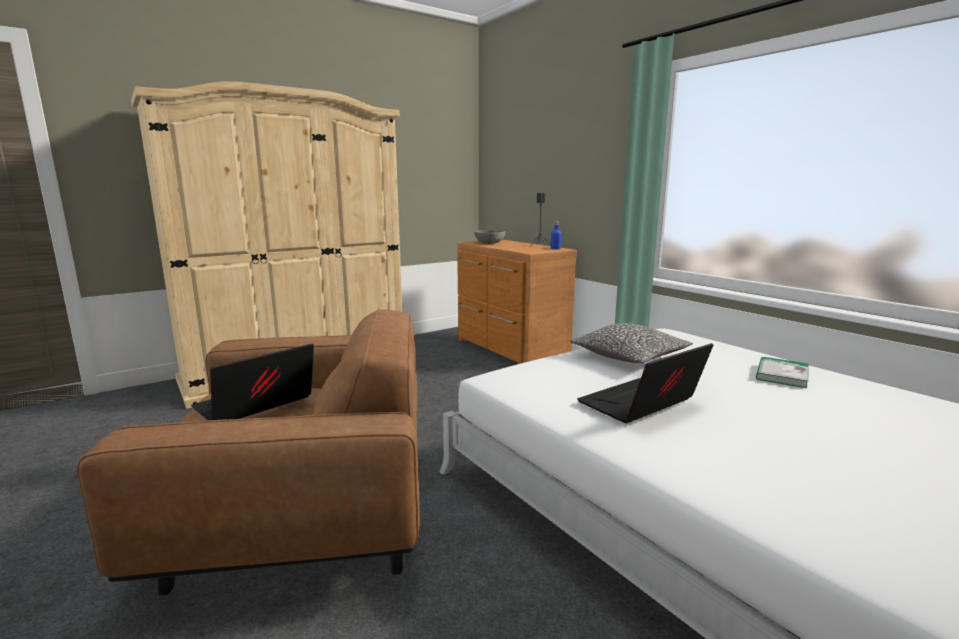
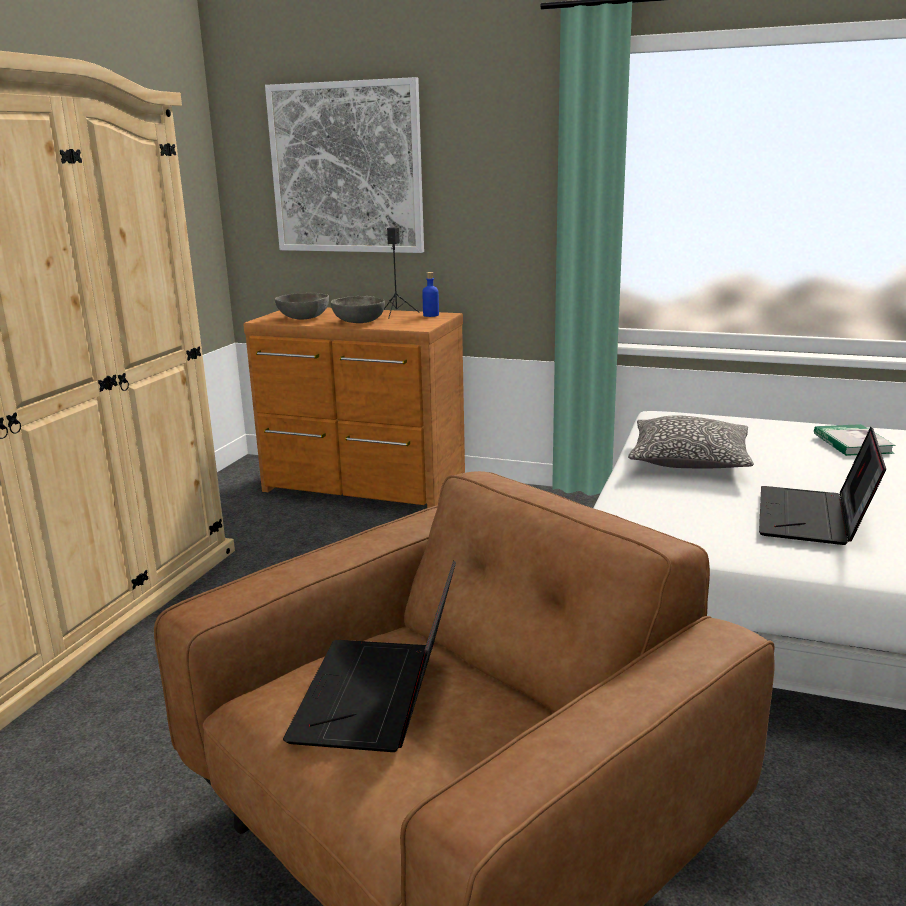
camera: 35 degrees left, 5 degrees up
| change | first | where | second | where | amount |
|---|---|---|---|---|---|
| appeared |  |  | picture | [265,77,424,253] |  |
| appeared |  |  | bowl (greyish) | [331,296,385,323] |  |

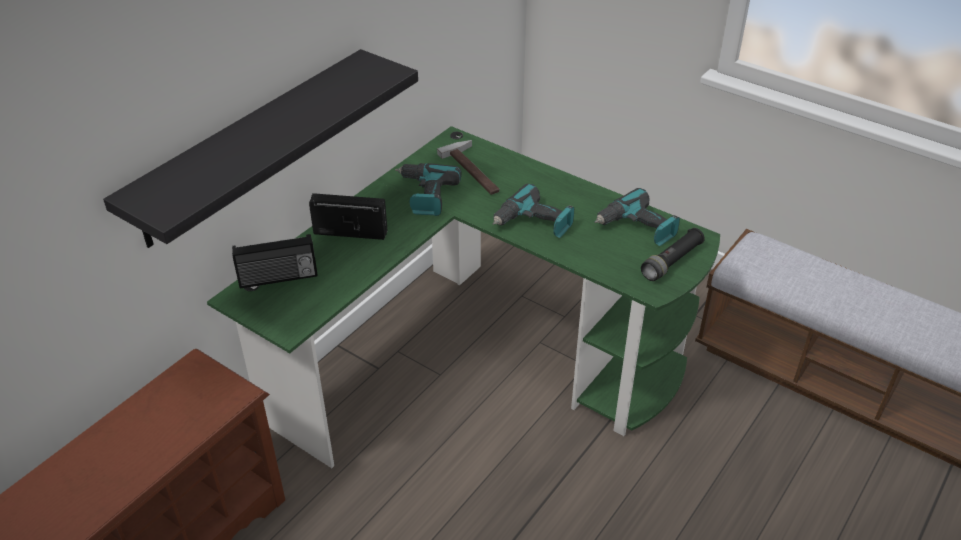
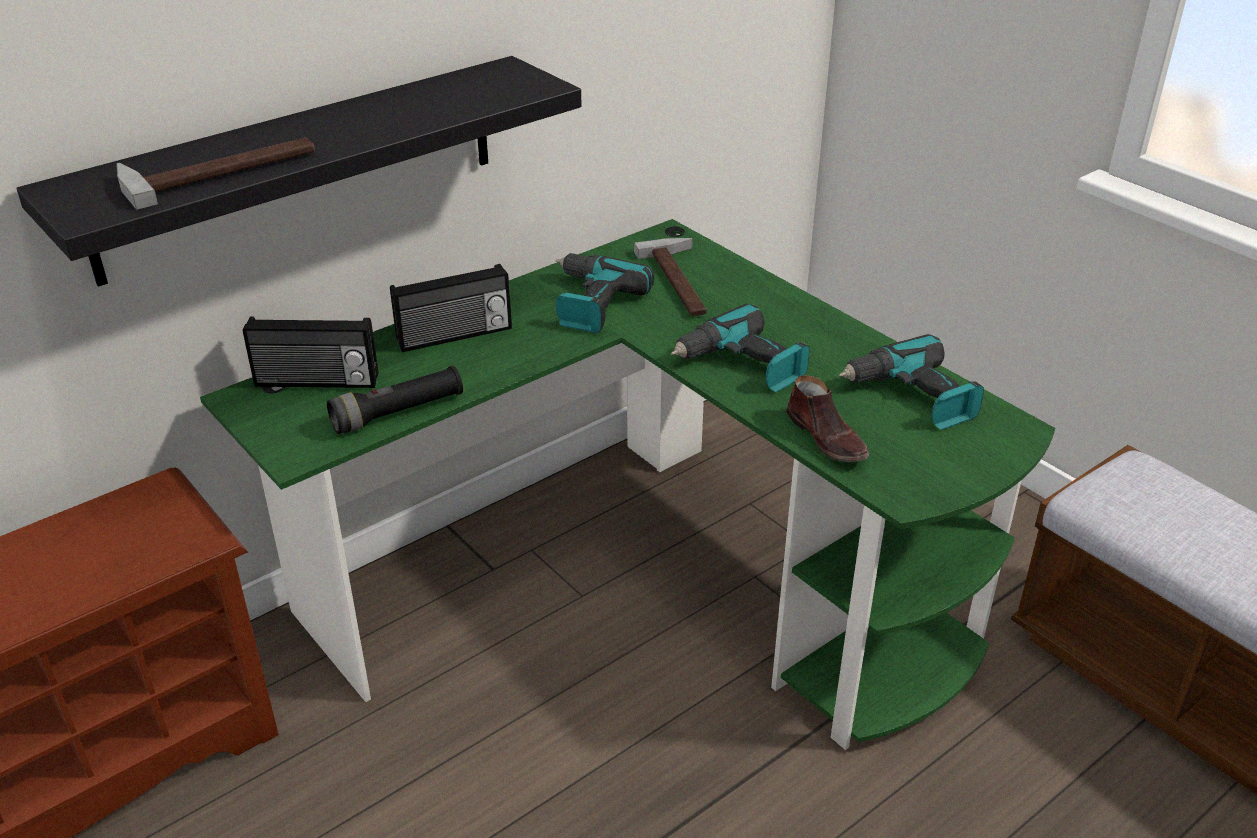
camera: 15 degrees right, 5 degrees down
| change | first | where | second | where | amount |
|---|---|---|---|---|---|
| appeared |  |  | hammer | [117,138,315,210] |  |
| appeared |  |  | item of footwear (brownish) | [786,375,869,462] |  |
| relocated | hand torch (blackish) | [641,228,705,281] |  | [327,365,463,434] |  |
| spun | radio set | [309,193,387,240] |  | [390,264,512,352] | 135 degrees clockwise |

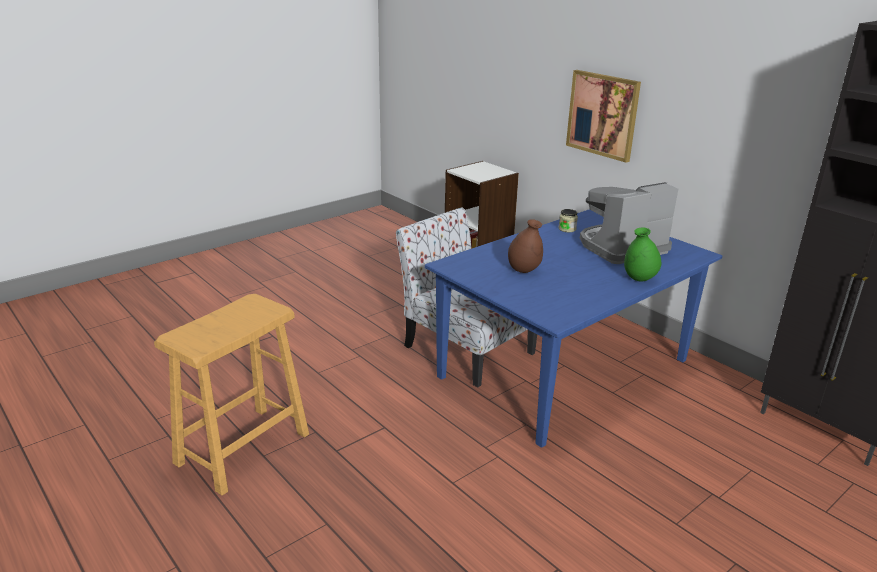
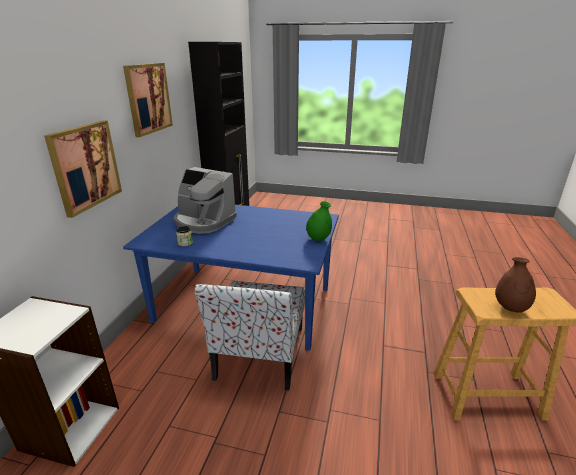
camera: 125 degrees left, 0 degrees up
| change | first | where | second | where | amount |
|---|---|---|---|---|---|
| appeared |  |  | picture | [123,63,173,137] |  |
| relocated | flower vase (brownish) | [508,219,543,273] |  | [495,257,536,313] |  |
| relocated | flower vase (green) | [624,227,661,282] |  | [306,201,332,241] |  |

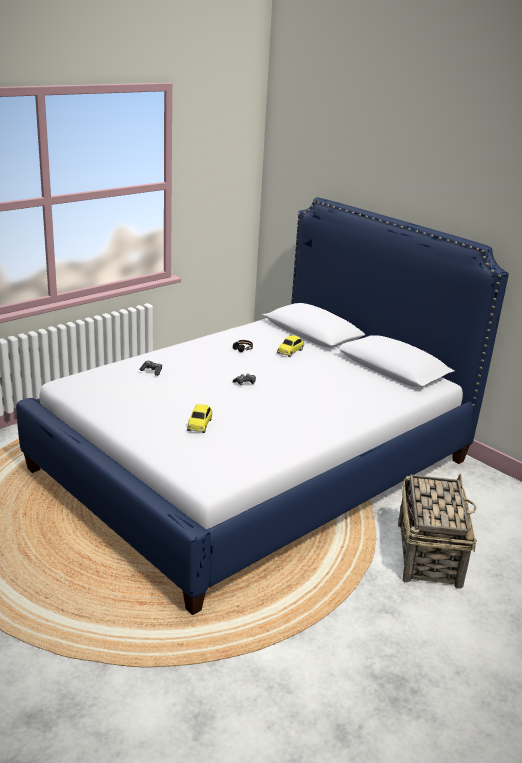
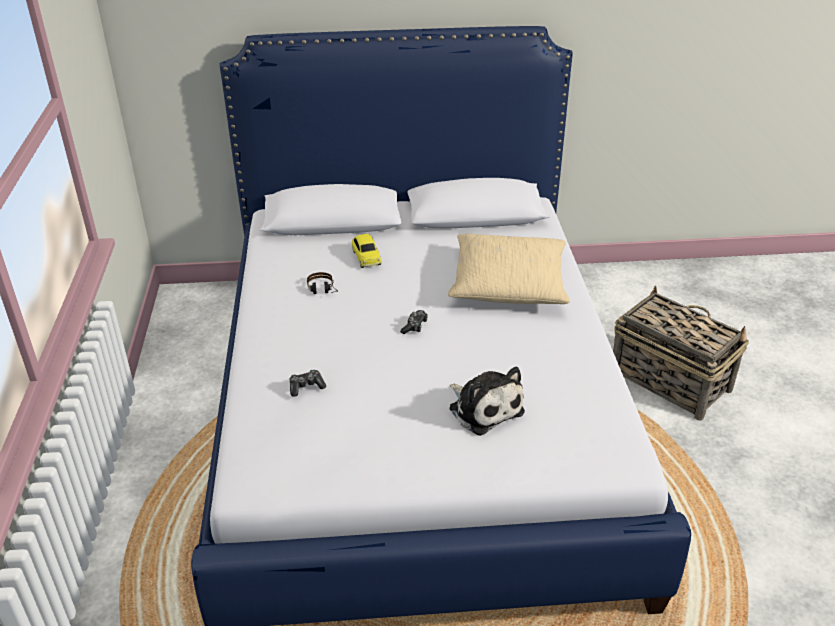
camera: 50 degrees left, 10 degrees up
| change | first | where | second | where | amount |
|---|---|---|---|---|---|
| appeared |  |  | throw pillow (beige-coloured) | [448,234,570,304] |  |
| exchanged | model car | [187,404,212,433] | cuddly toy | [449,367,525,436] |  |

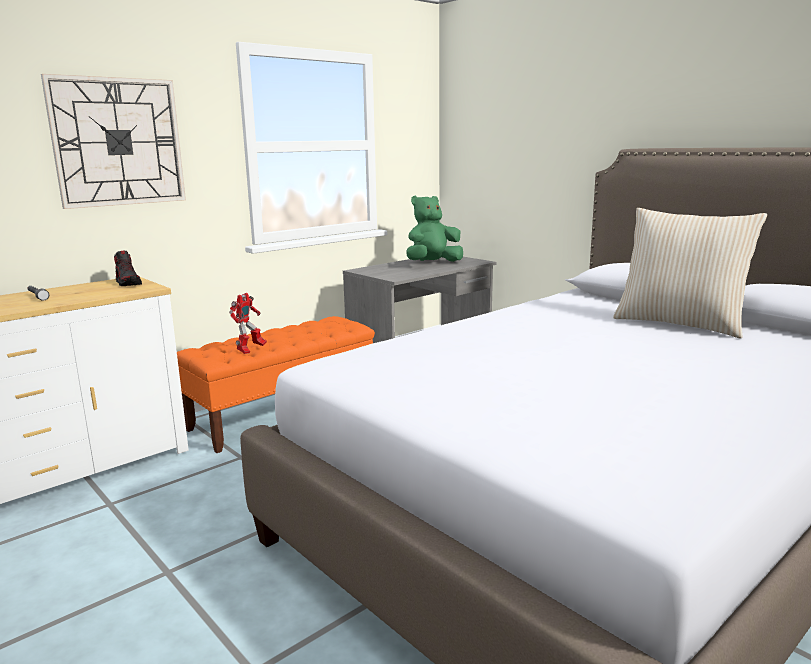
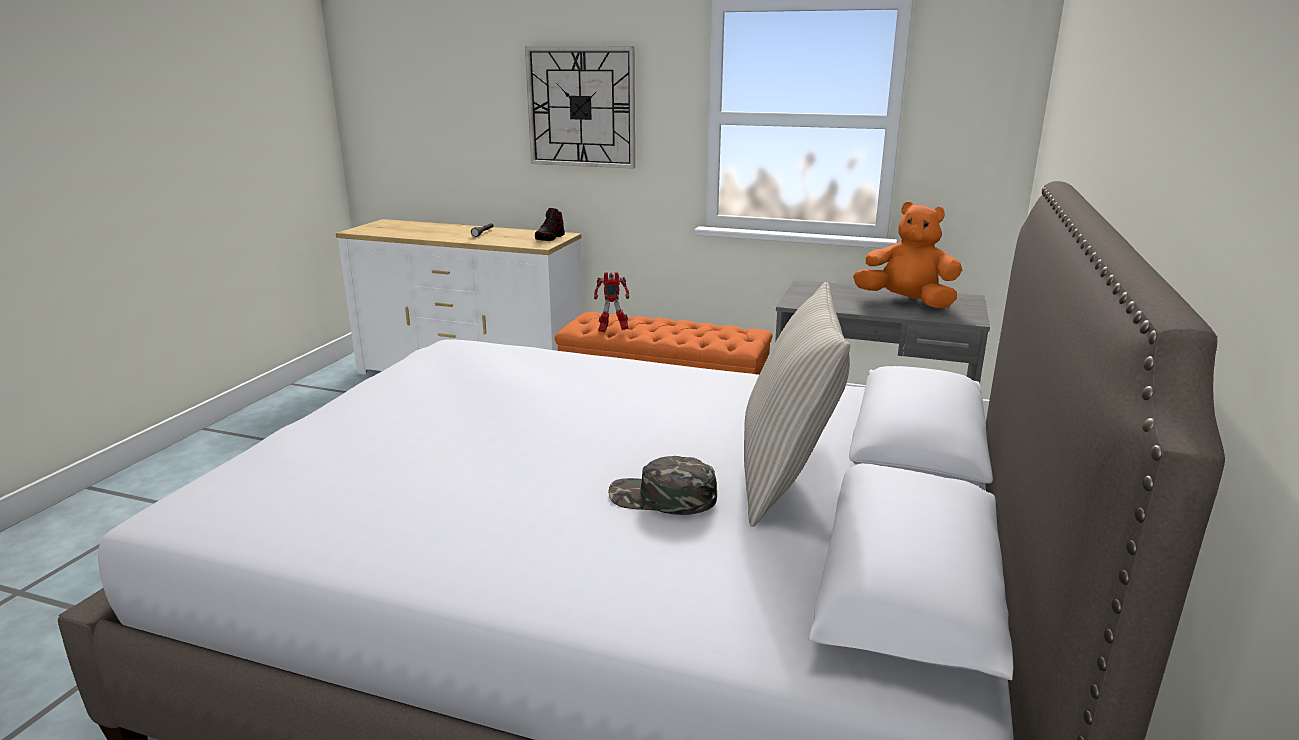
camera: 60 degrees right, 5 degrees up
| change | first | where | second | where | amount |
|---|---|---|---|---|---|
| appeared |  |  | peaked cap (green) | [608,456,717,515] |  |
| colour | cuddly toy (green) | [407,196,463,262] | cuddly toy (orange-coloured) | [853,201,962,308] |  |

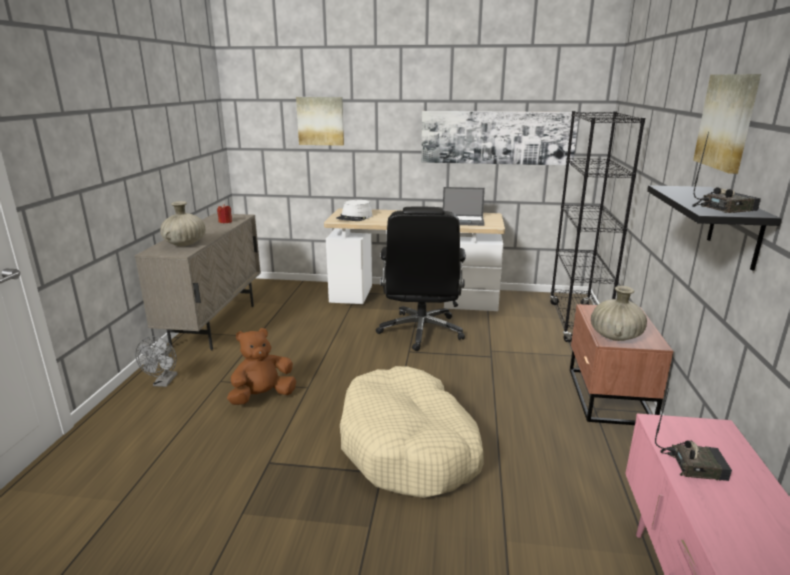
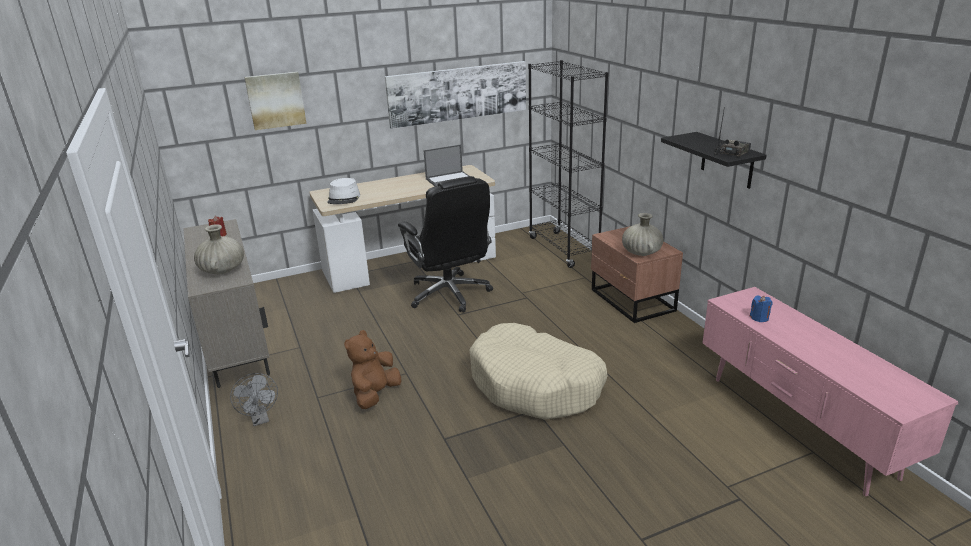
camera: 30 degrees left, 5 degrees up
| change | first | where | second | where | amount |
|---|---|---|---|---|---|
| missing | picture | [693,74,761,174] |  |  |  |
| exchanged | radio set | [655,389,732,481] | candle (blue-coloured) | [750,296,773,322] |  |

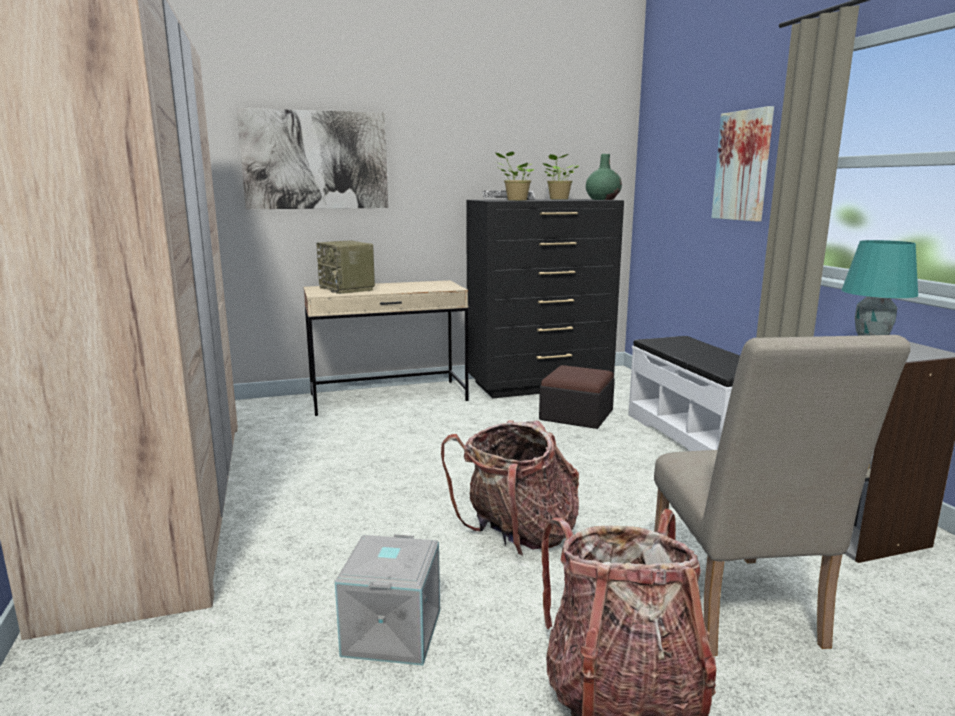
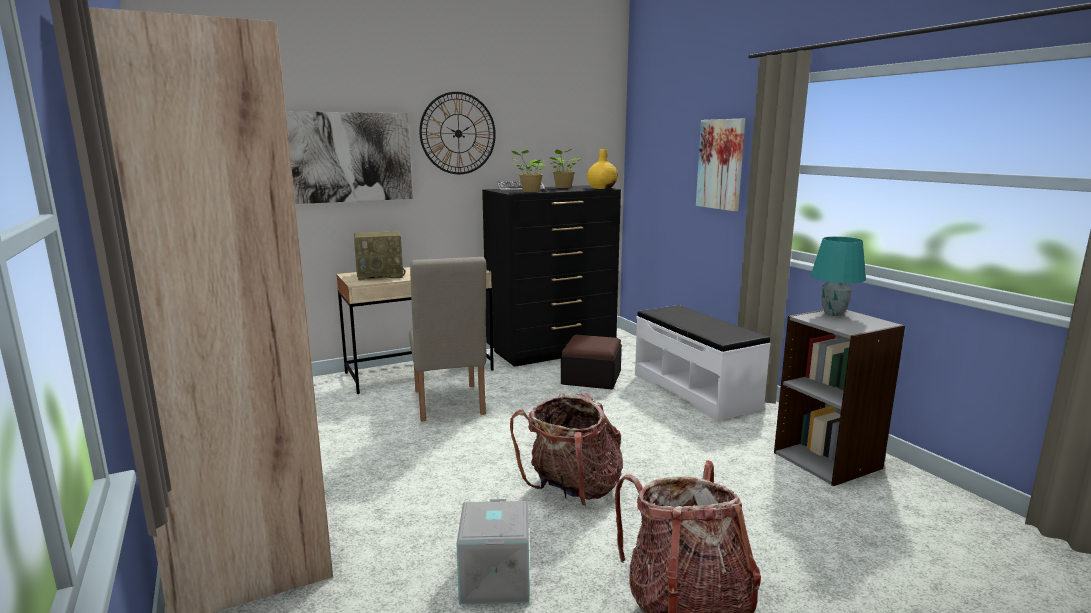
camera: 10 degrees left, 0 degrees up
| change | first | where | second | where | amount |
|---|---|---|---|---|---|
| appeared |  |  | wall clock | [419,92,496,174] |  |
| relocated | plain chair (beige-coloured) | [654,335,911,656] |  | [409,257,486,422] |  |
| colour | flower vase (green) | [586,154,622,200] | flower vase (yellow-coloured) | [587,149,618,189] |  |
| spun | radio set | [316,241,375,294] |  | [354,231,405,281] | 60 degrees counterclockwise |

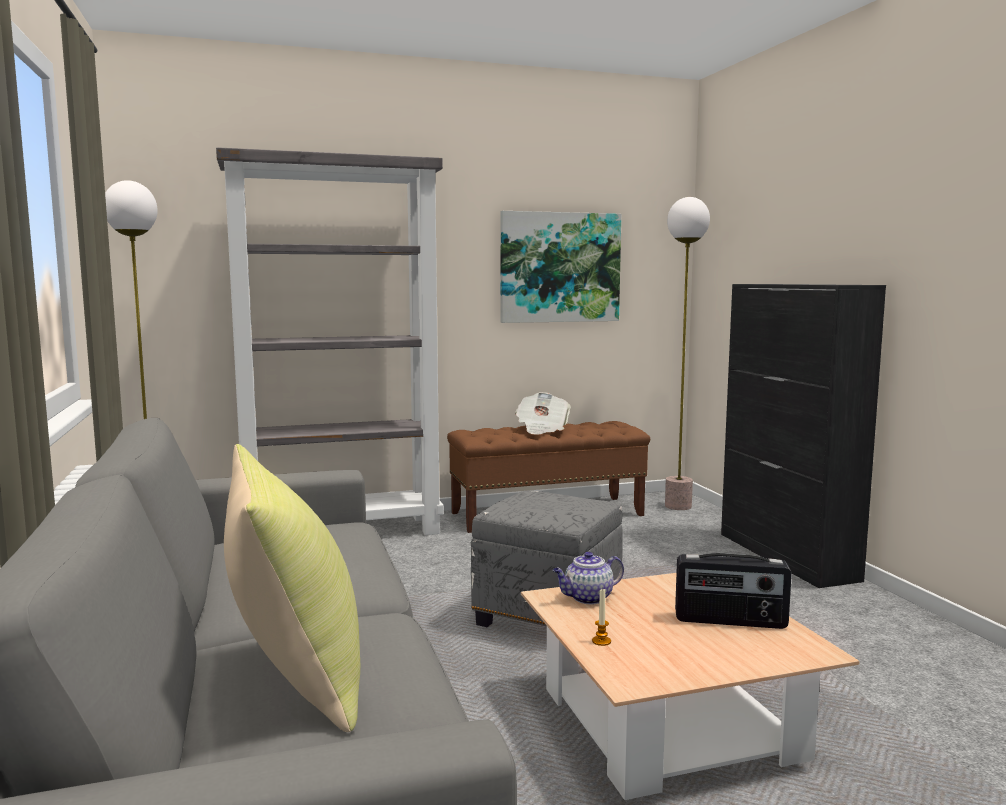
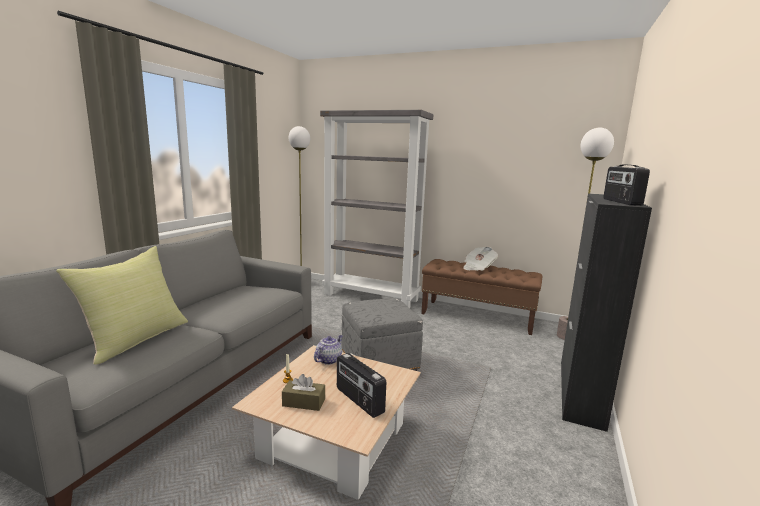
camera: 40 degrees right, 5 degrees up
| change | first | where | second | where | amount |
|---|---|---|---|---|---|
| missing | picture | [501,211,621,323] |  |  |  |
| appeared |  |  | tissue box (brownish) | [282,374,325,411] |  |
| appeared |  |  | radio set | [603,164,650,206] |  |
| spun | tea pot | [553,552,624,605] |  | [314,335,343,365] | 105 degrees clockwise |

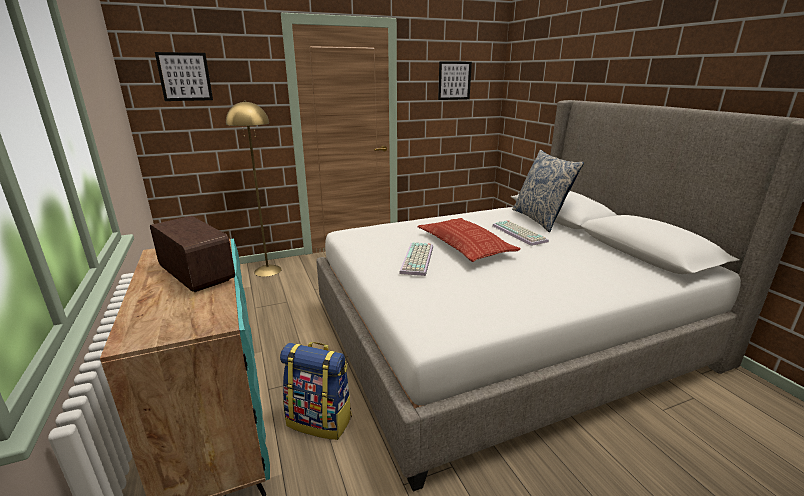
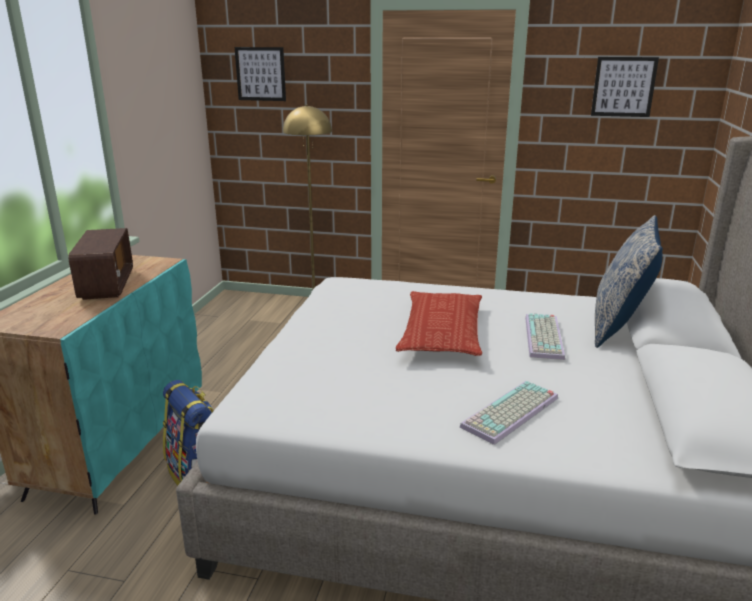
camera: 35 degrees right, 0 degrees up
| change | first | where | second | where | amount |
|---|---|---|---|---|---|
| relocated | PC keyboard | [399,242,433,276] |  | [459,381,558,445] |  |

